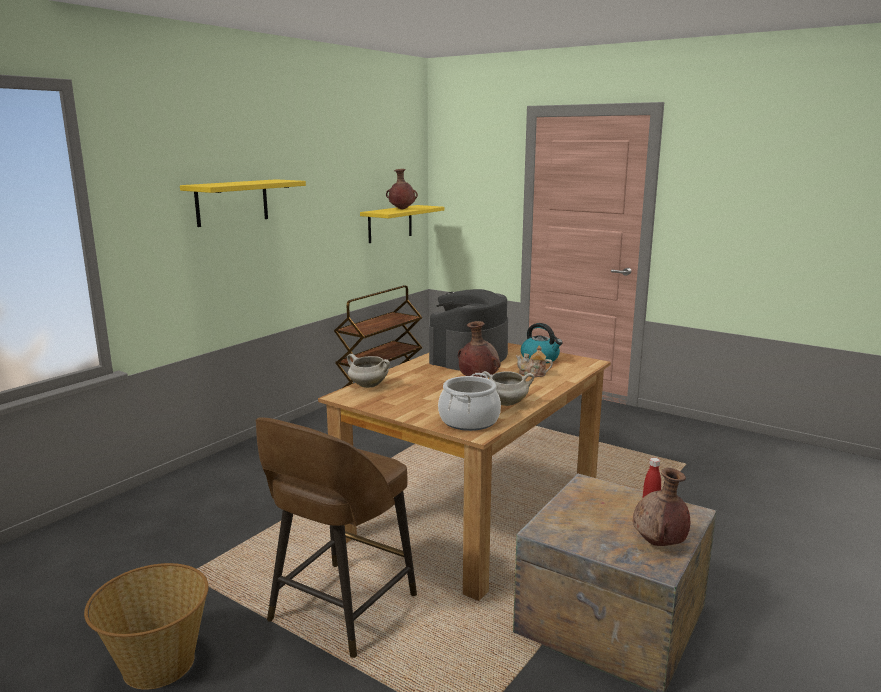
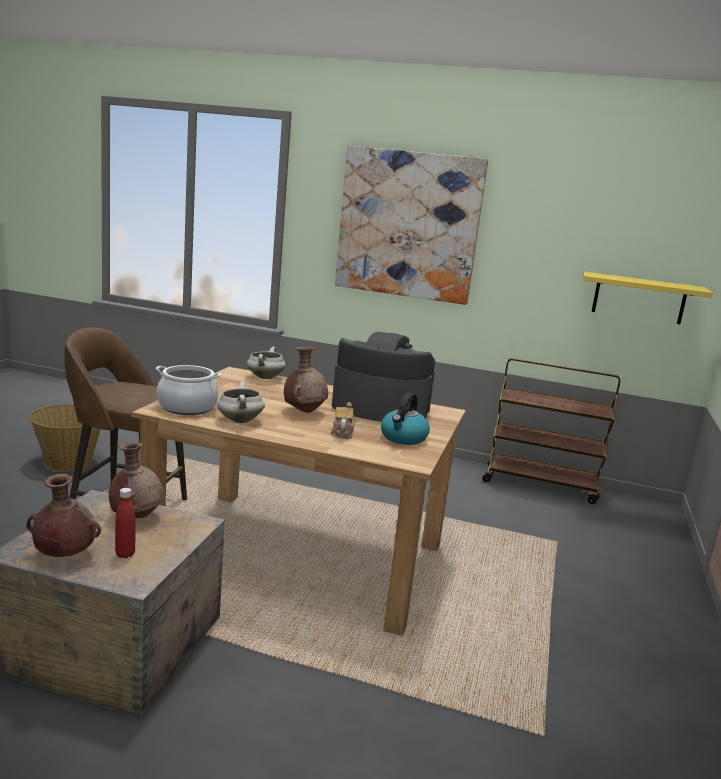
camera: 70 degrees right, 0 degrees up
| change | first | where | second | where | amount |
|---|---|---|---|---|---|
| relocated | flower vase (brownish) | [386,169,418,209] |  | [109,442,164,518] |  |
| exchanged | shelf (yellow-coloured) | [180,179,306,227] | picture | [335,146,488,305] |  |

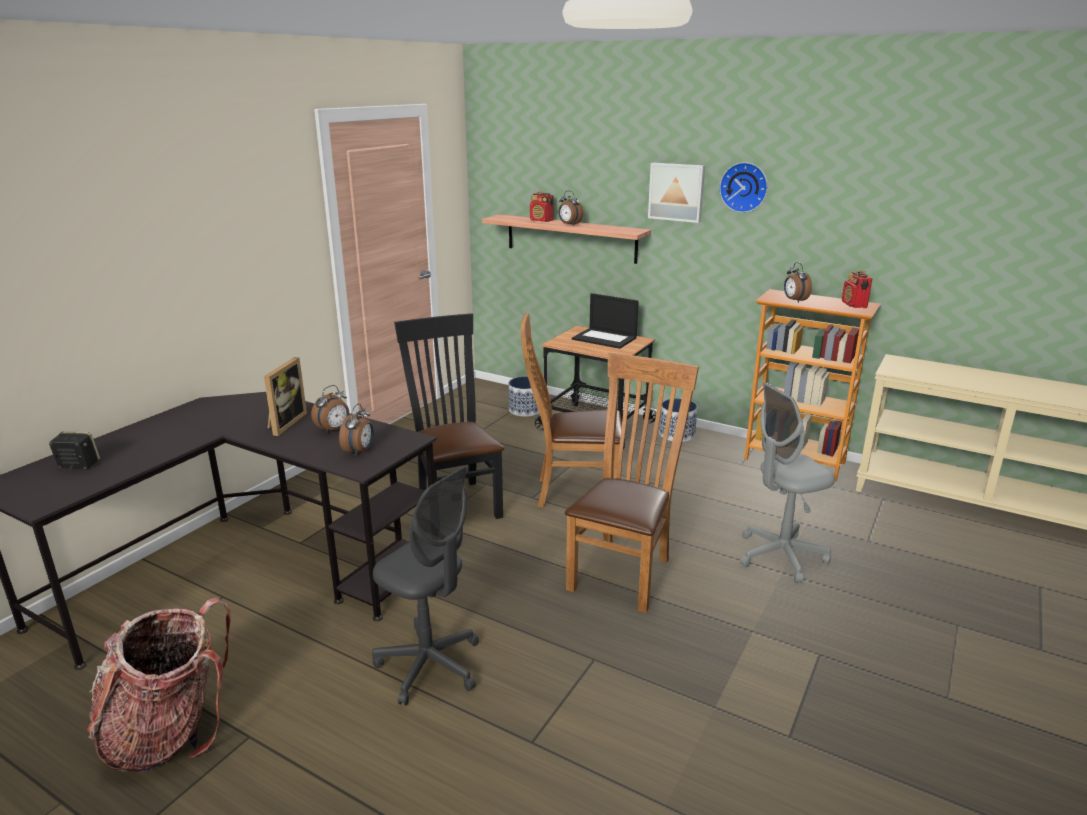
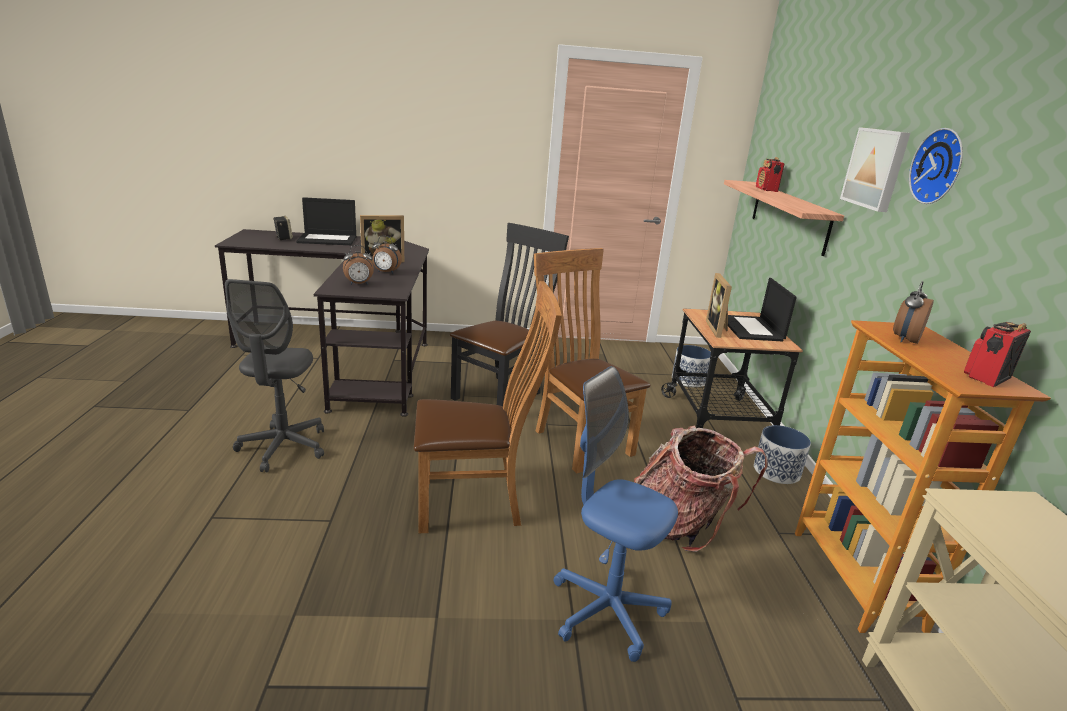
camera: 55 degrees right, 0 degrees up
| change | first | where | second | where | amount |
|---|---|---|---|---|---|
| missing | bedside clock | [558,191,583,226] |  |  |  |
| appeared |  |  | portable computer | [296,197,357,245] |  |
| appeared |  |  | standing frame | [706,273,732,338] |  |
| relocated | rucksack | [87,598,231,773] |  | [634,426,768,552] |  |
| colour | office chair (greyish) | [740,382,835,583] | office chair (blue-coloured) | [554,366,678,662] |  |

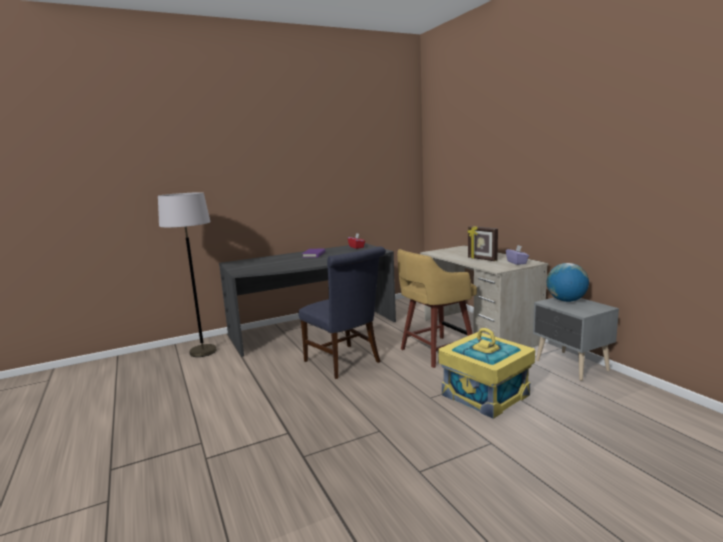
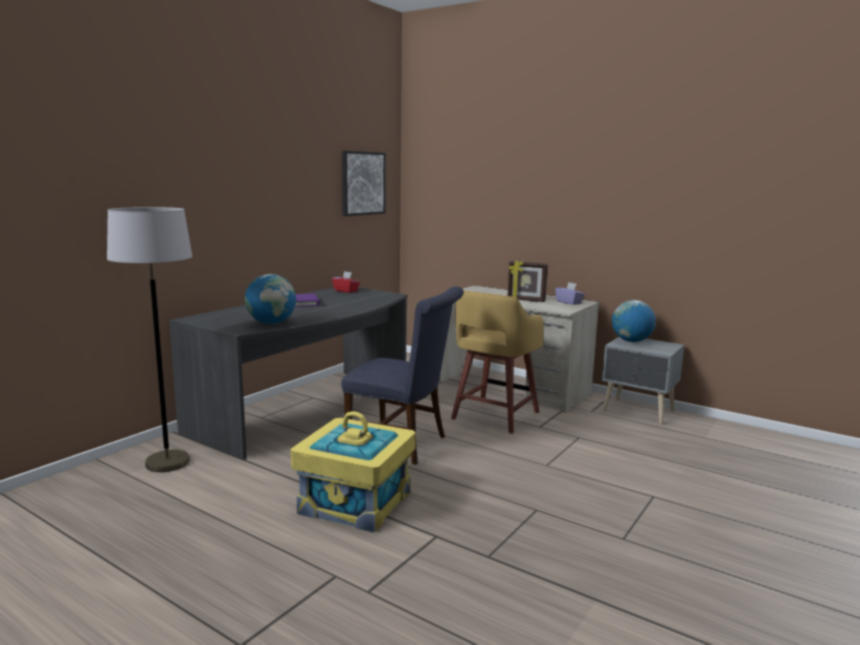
camera: 30 degrees left, 0 degrees up
| change | first | where | second | where | amount |
|---|---|---|---|---|---|
| appeared |  |  | globe | [245,274,296,324] |  |
| appeared |  |  | picture | [342,151,386,216] |  |
| relocated | storage container (yellow-coloured) | [438,328,535,419] |  | [291,411,416,533] |  |

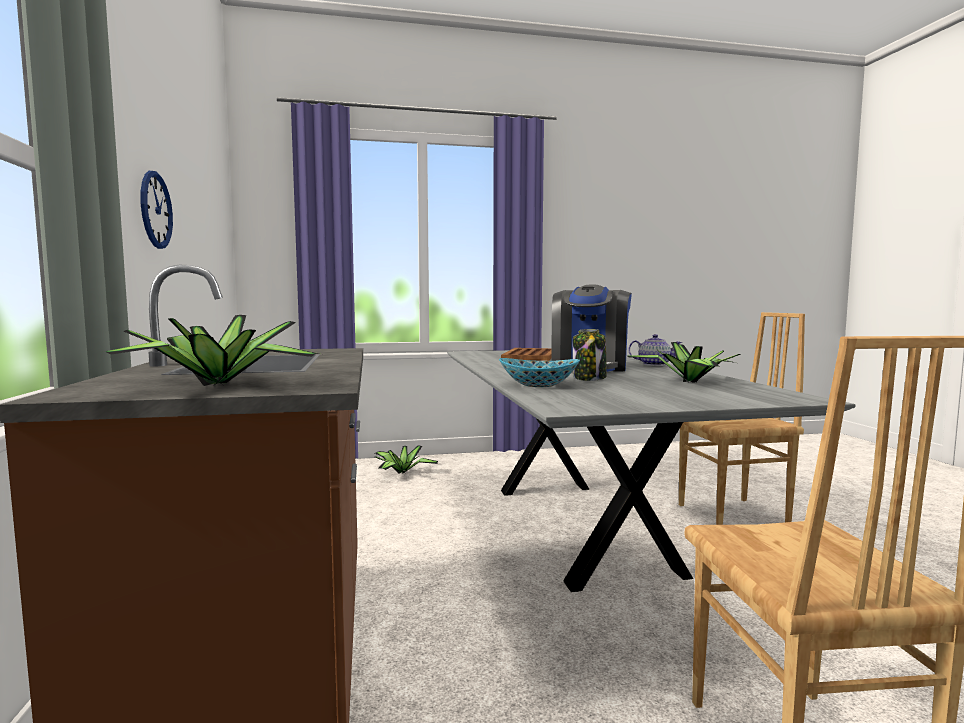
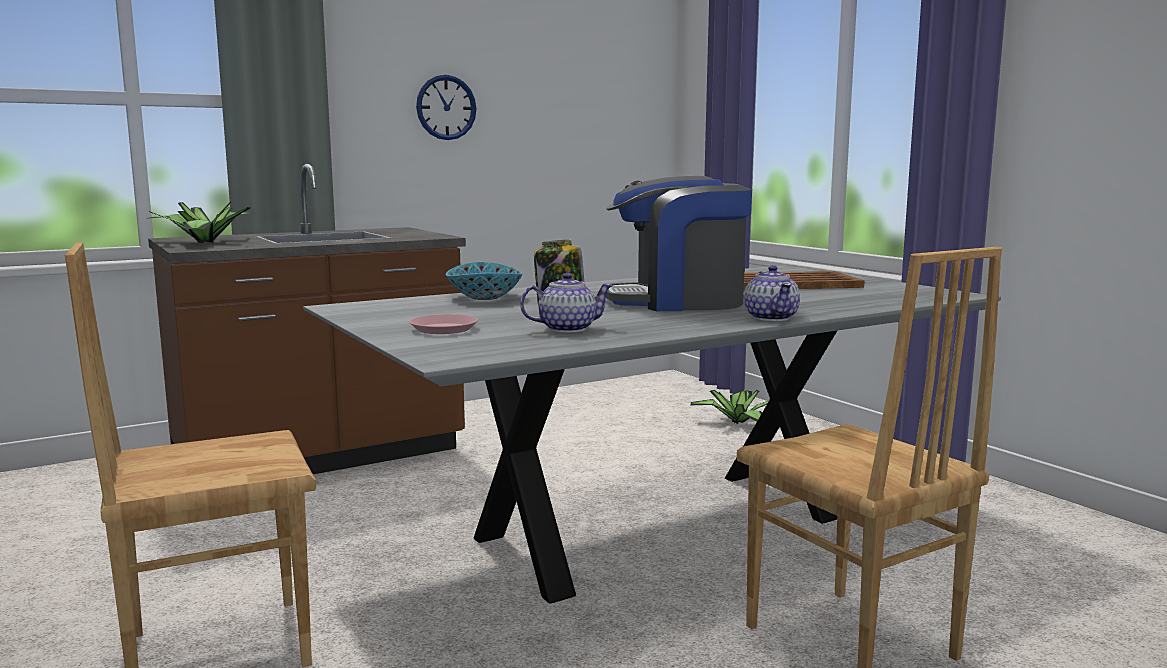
camera: 70 degrees right, 5 degrees up
| change | first | where | second | where | amount |
|---|---|---|---|---|---|
| appeared |  |  | dinner plate (pink-coloured) | [409,314,478,334] |  |
| exchanged | houseplant | [628,342,741,383] | tea pot | [520,273,614,333] |  |

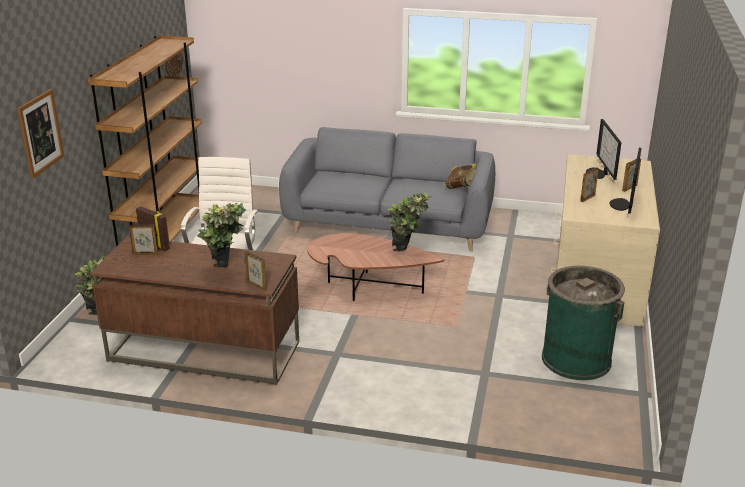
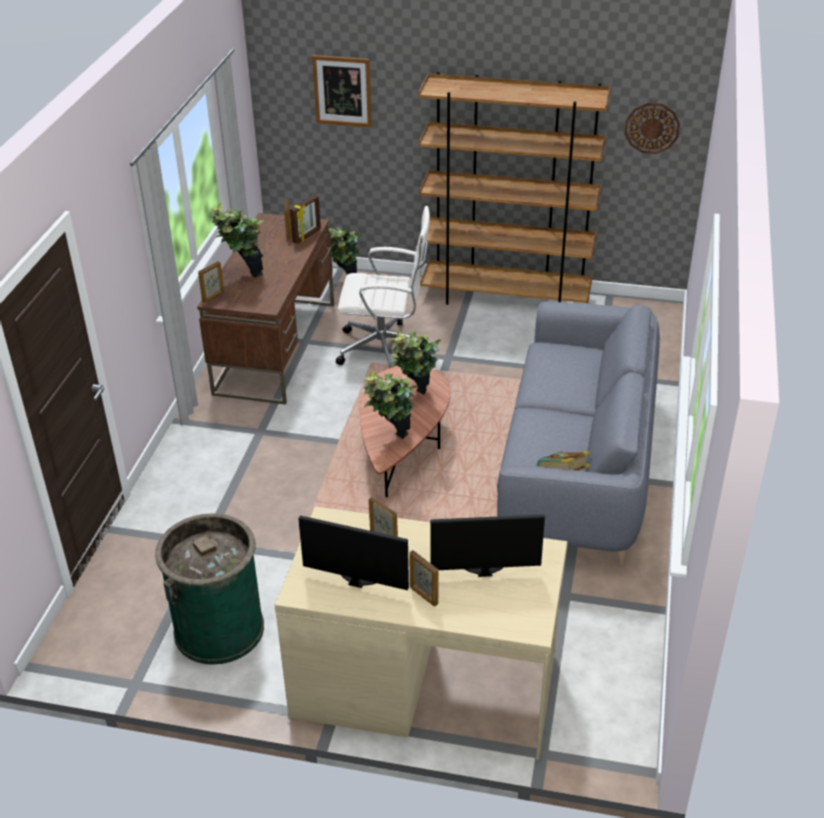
camera: 90 degrees right, 10 degrees up
| change | first | where | second | where | amount |
|---|---|---|---|---|---|
| appeared |  |  | houseplant | [391,331,441,395] |  |

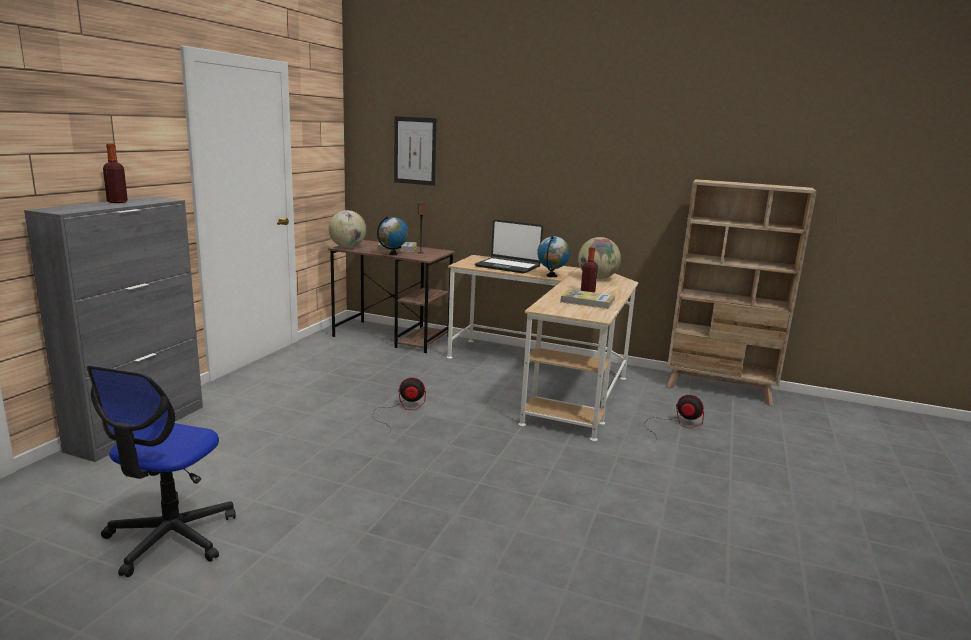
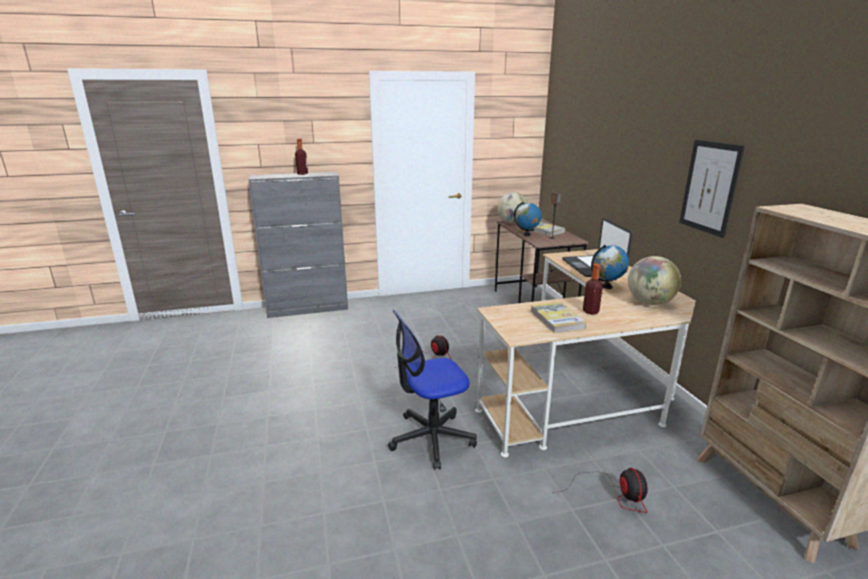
camera: 55 degrees right, 5 degrees up
| change | first | where | second | where | amount |
|---|---|---|---|---|---|
| relocated | office chair | [86,365,236,577] |  | [388,310,477,470] |  |
| relocated | picture | [394,116,437,186] |  | [679,140,745,238] |  |

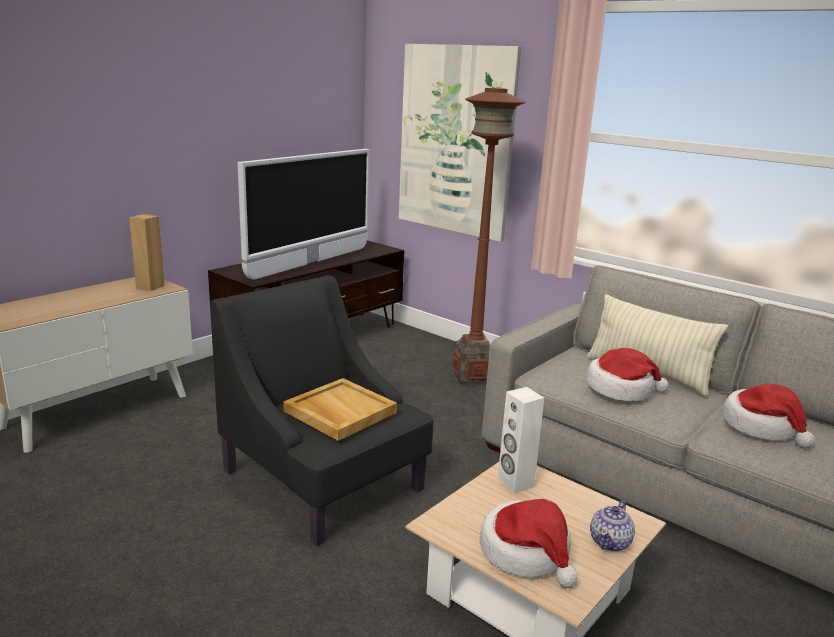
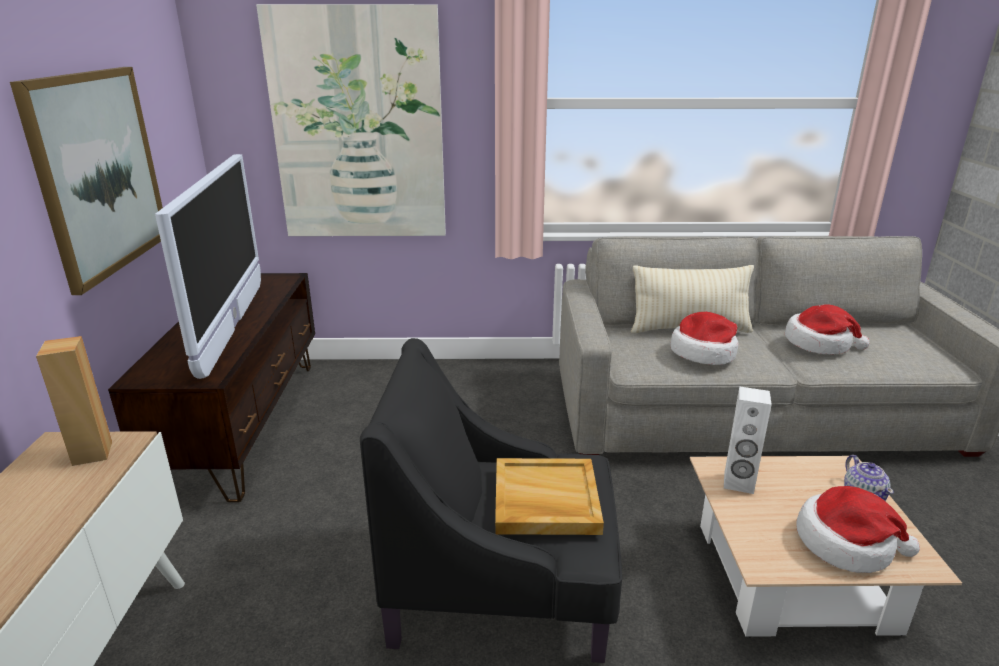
camera: 40 degrees left, 5 degrees up
| change | first | where | second | where | amount |
|---|---|---|---|---|---|
| missing | standard lamp (brownish) | [453,88,526,385] |  |  |  |
| appeared |  |  | picture | [10,67,163,295] |  |

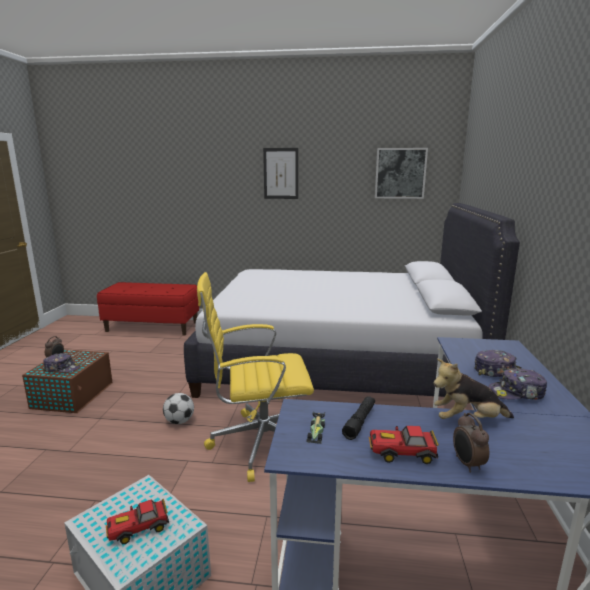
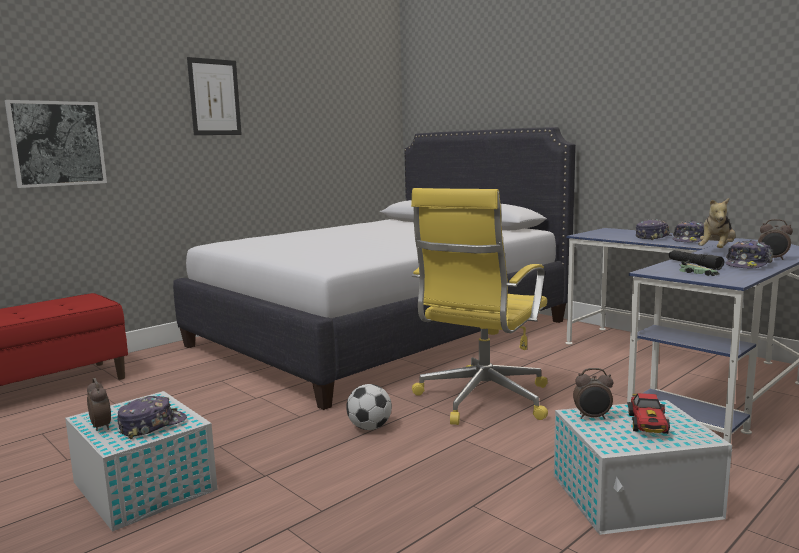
camera: 50 degrees left, 5 degrees down
| change | first | where | second | where | amount |
|---|---|---|---|---|---|
| appeared |  |  | bedside clock | [573,368,613,419] |  |
| relocated | picture | [375,148,428,199] |  | [5,100,107,188] |  |
| exchanged | model car | [369,426,439,464] | peaked cap | [726,240,773,268] |  |
| colour | storage container (brownish) | [22,349,113,413] | storage container (white-coloured) | [65,391,217,532] |  |

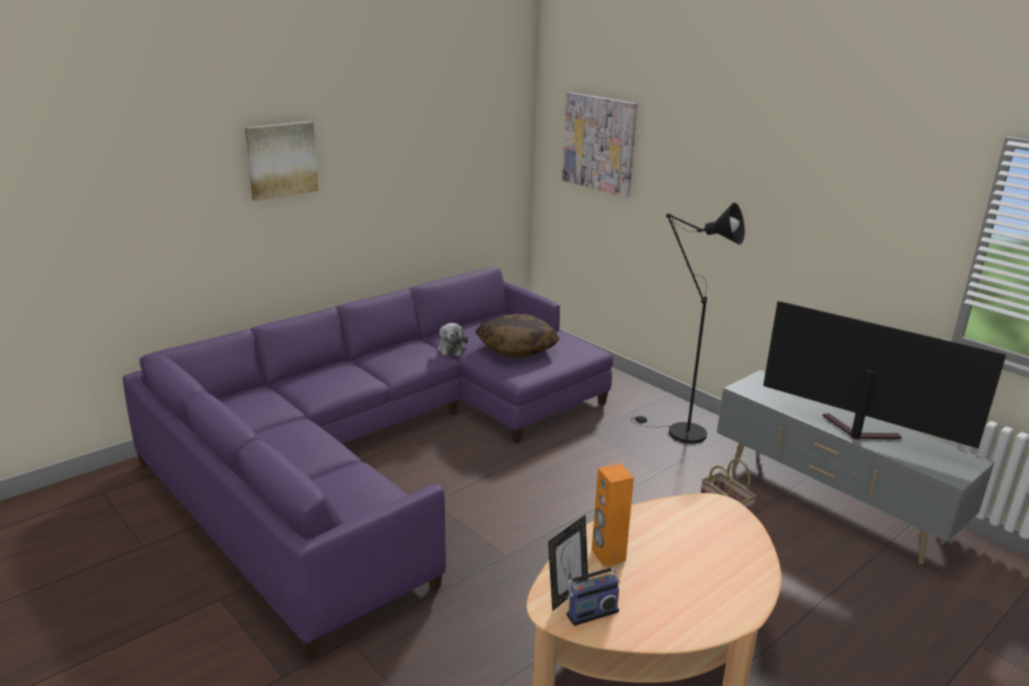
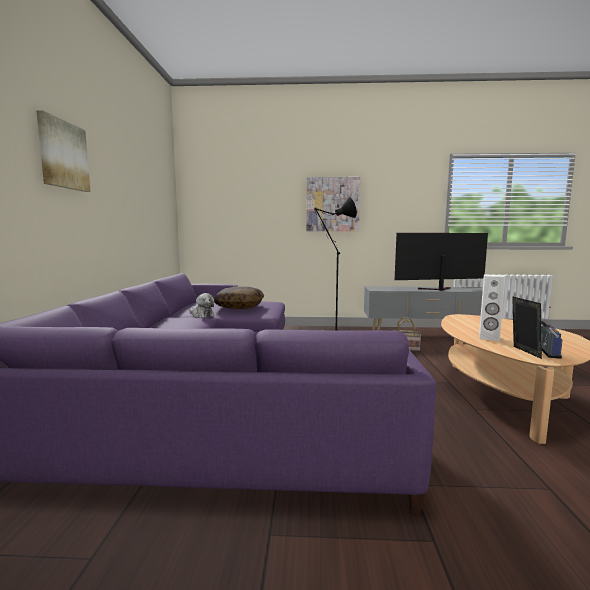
camera: 45 degrees left, 15 degrees down
| change | first | where | second | where | amount |
|---|---|---|---|---|---|
| relocated | picture | [562,92,638,197] |  | [306,177,360,231] |  |
| colour | speaker (orange-coloured) | [592,464,634,567] | speaker (white-coloured) | [479,275,505,341] |  |

